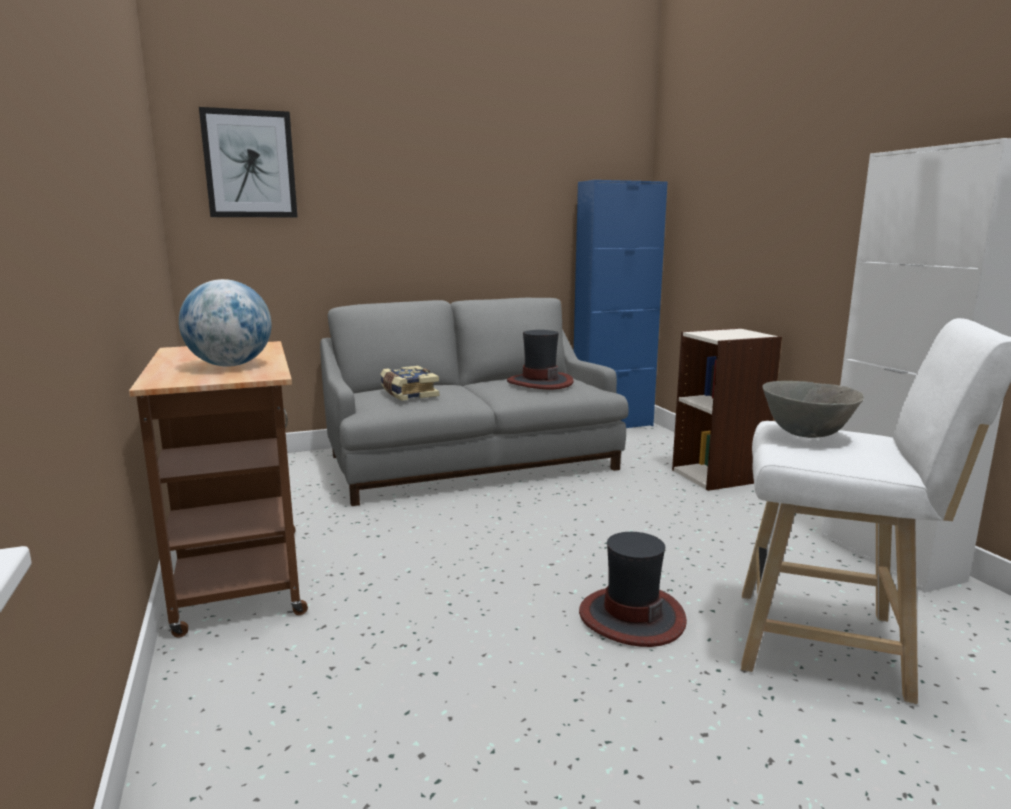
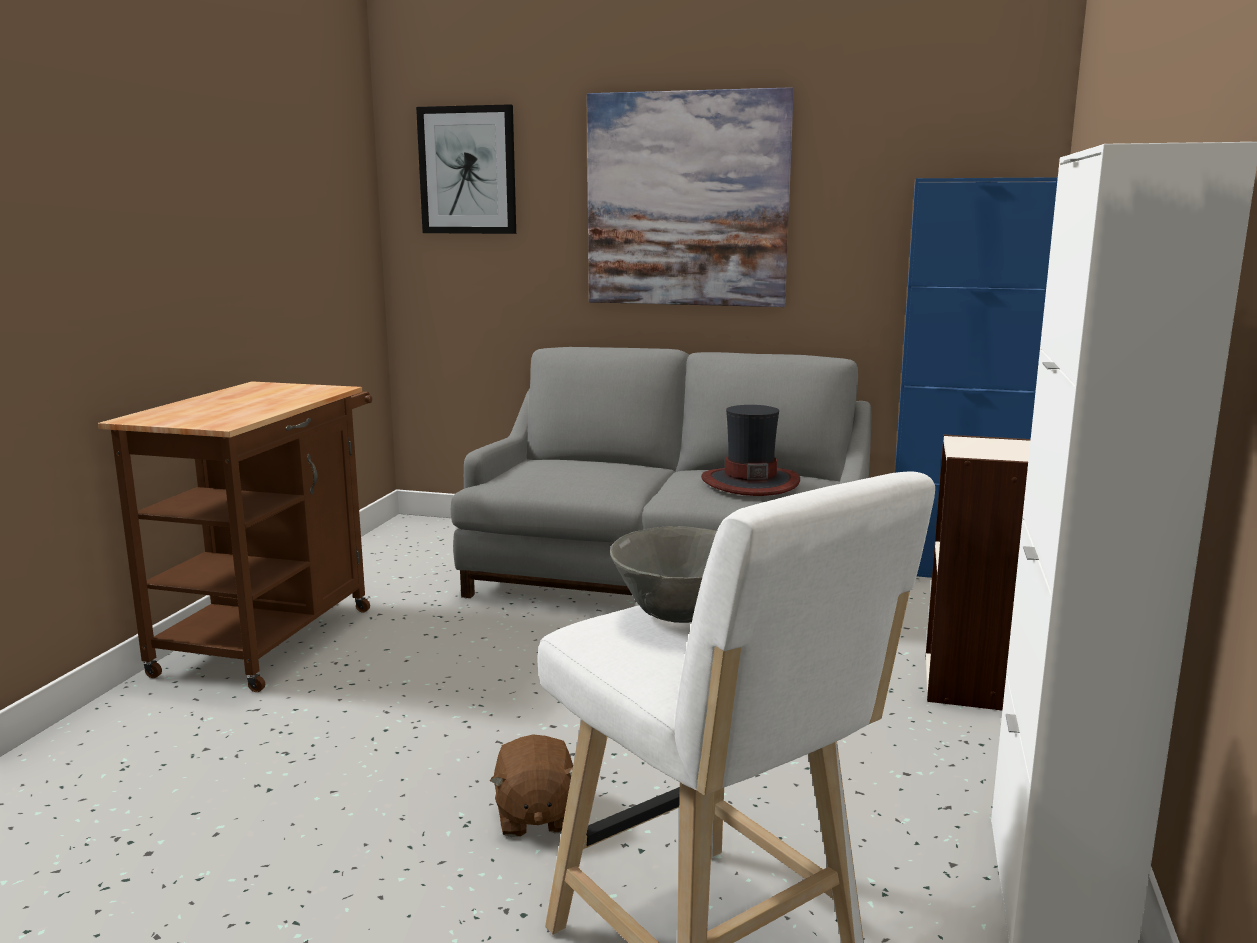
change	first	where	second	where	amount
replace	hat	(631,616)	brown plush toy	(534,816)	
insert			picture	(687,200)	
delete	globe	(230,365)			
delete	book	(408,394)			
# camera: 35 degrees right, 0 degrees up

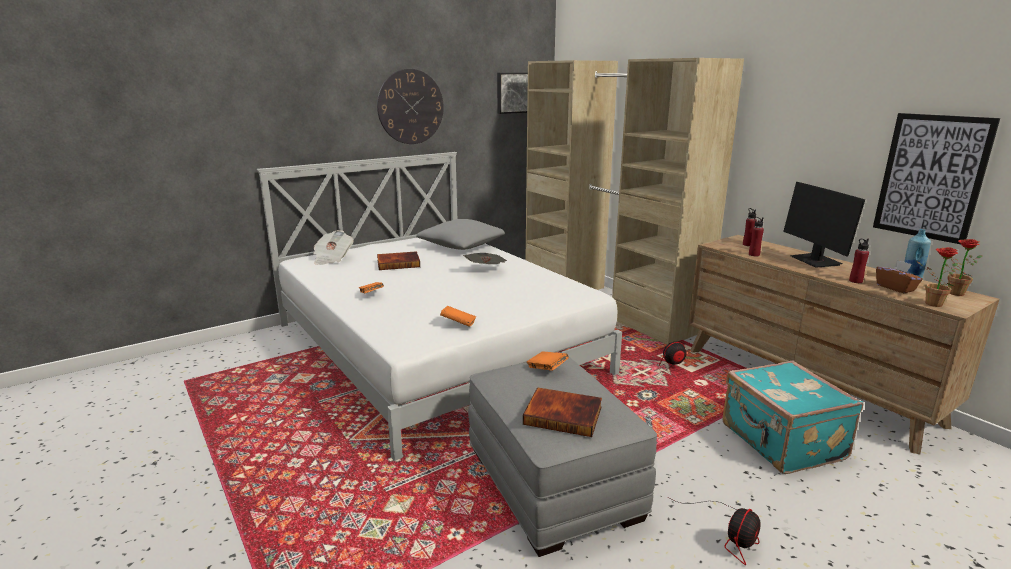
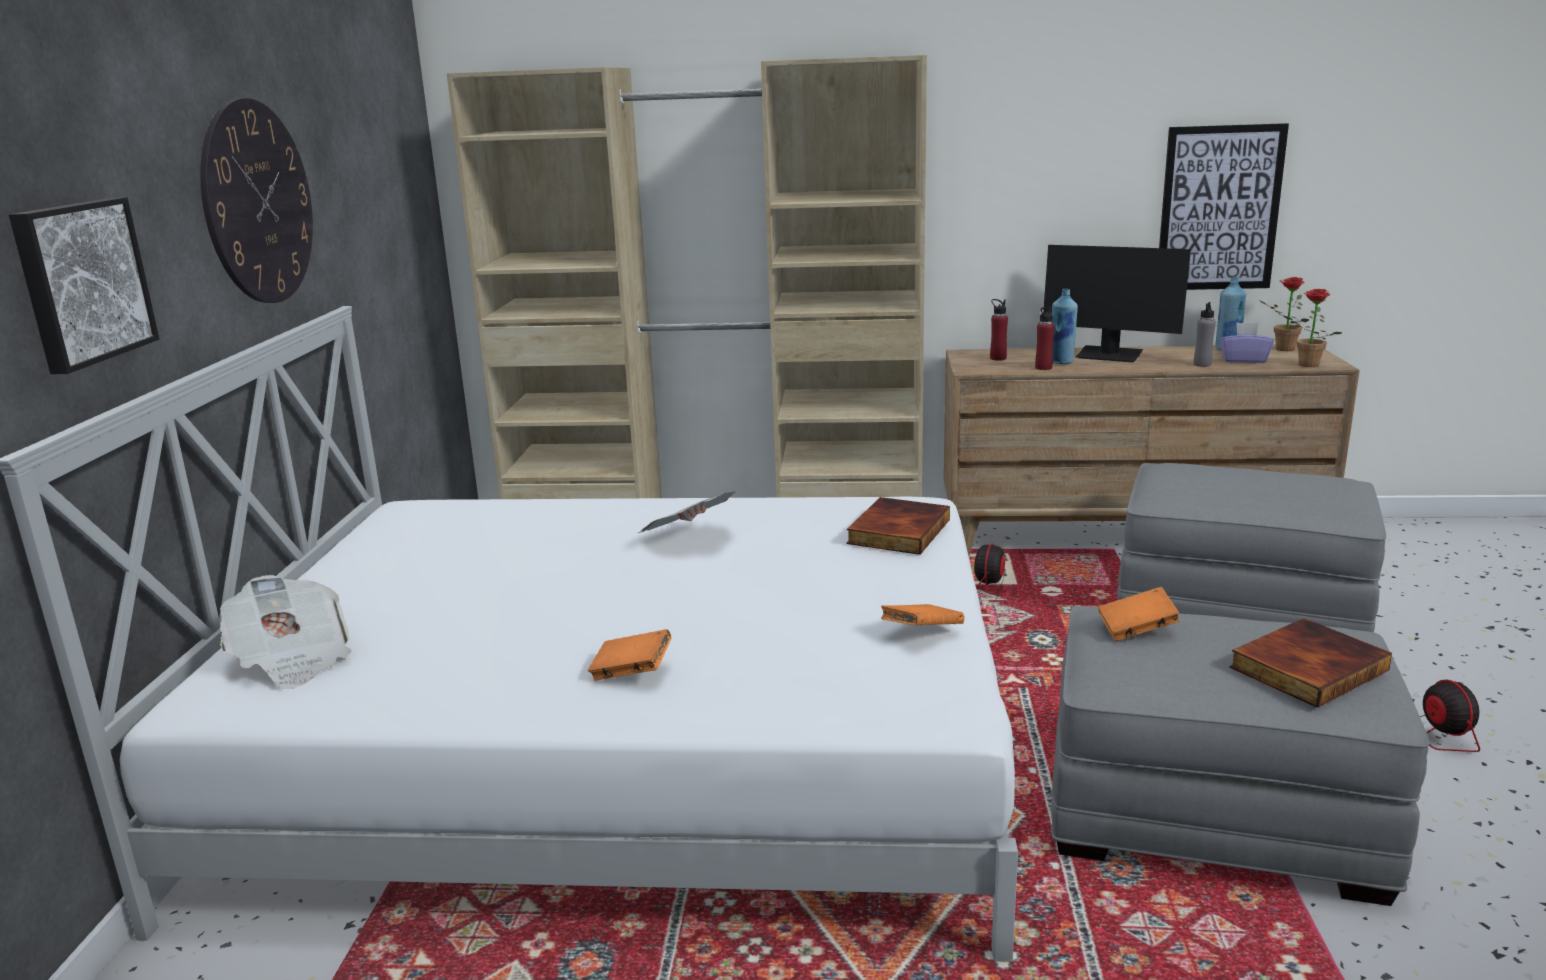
change	first	where	second	where	amount
move	picture	(513,93)		(81,282)	
move	book	(398,263)		(897,531)	
insert			blue bottle	(1061,362)	
replace	turquoise suitcase	(781,442)	grey ottoman	(1239,613)	
recolor	red bottle	(855,281)	grey bottle	(1202,364)	
recolor	brown tissue box	(895,288)	purple tissue box	(1243,360)	
delete	grey pillow	(461,246)			
# camera: 50 degrees left, 0 degrees up

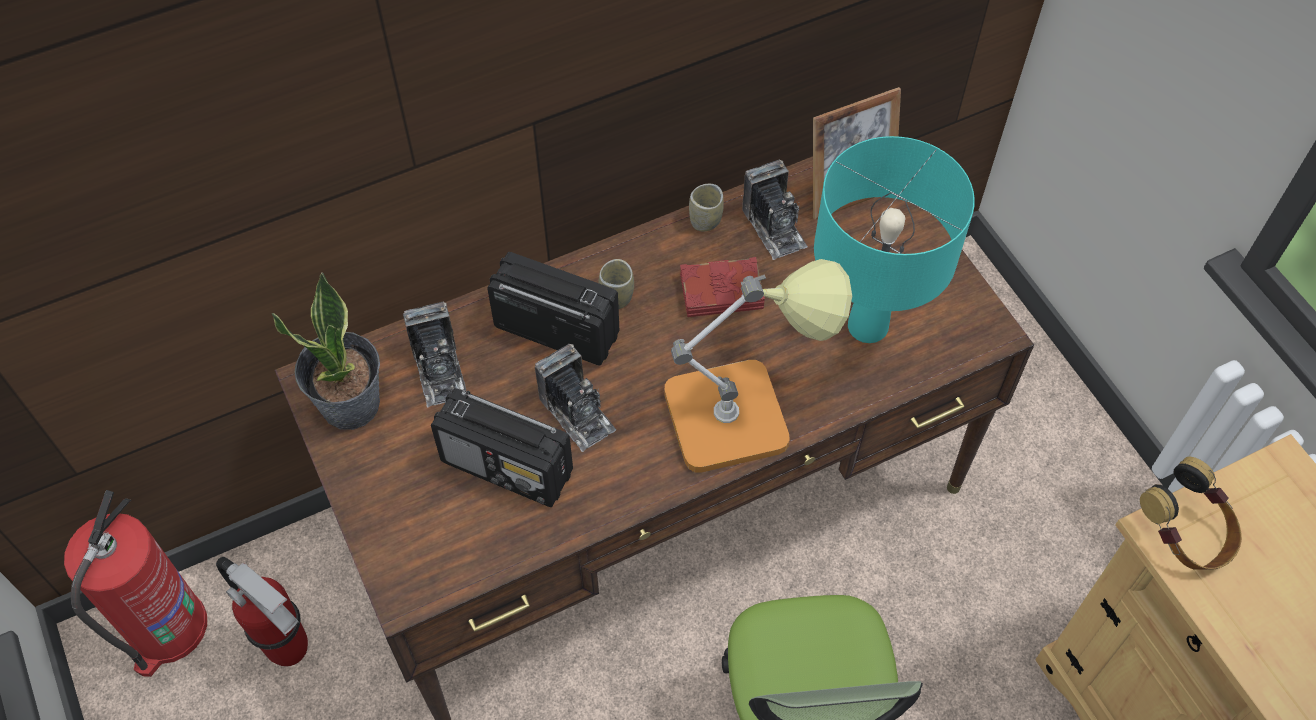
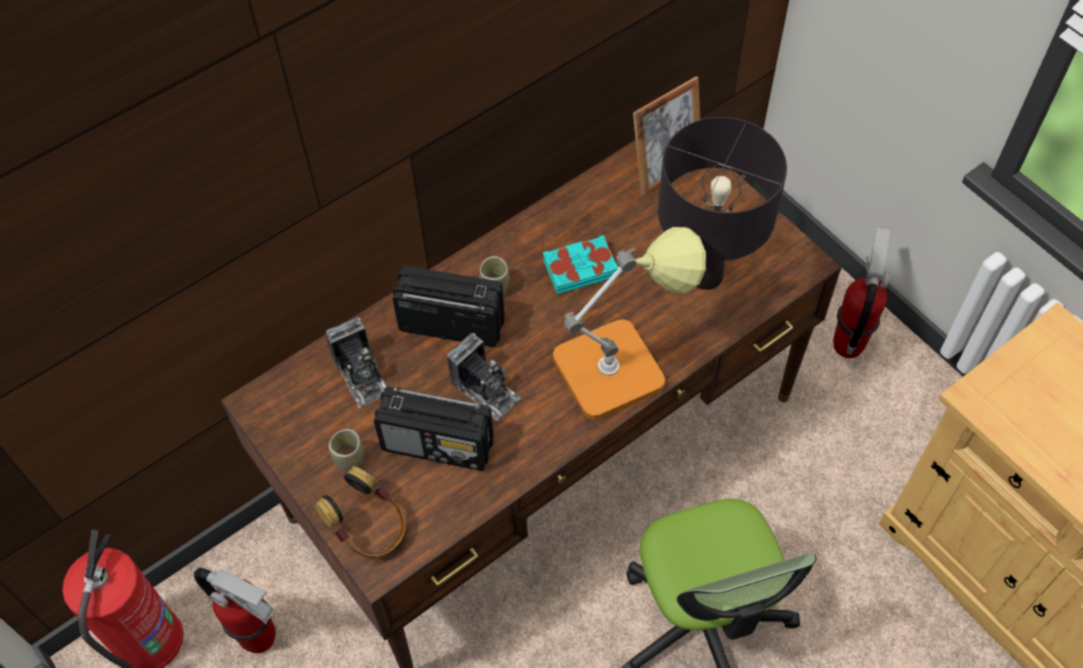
change	first	where	second	where	amount
move	headphones	(1184,535)		(369,529)	
move	cup	(705,220)		(349,460)	
recolor	red book	(721,291)	turquoise book	(580,268)	
recolor	turquoise table lamp	(867,326)	black table lamp	(705,276)	
insert			fire extinguisher	(848,344)	
delete	potted plant	(352,405)			
delete	photo camera	(774,227)			
# camera: 10 degrees left, 0 degrees up

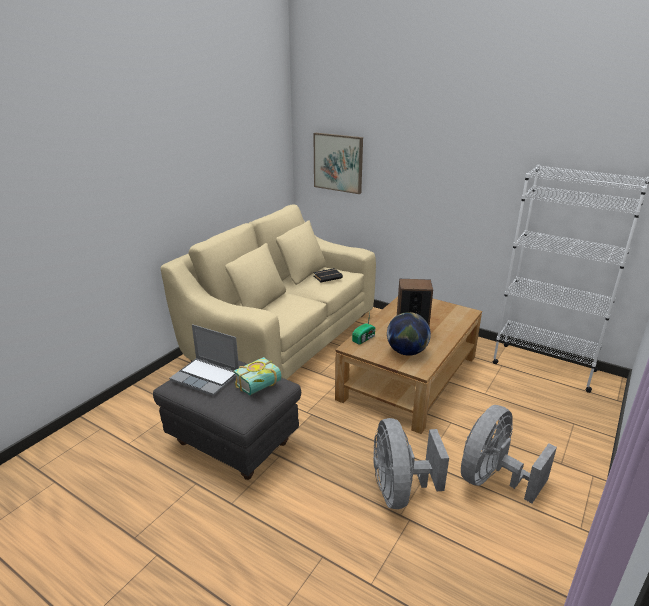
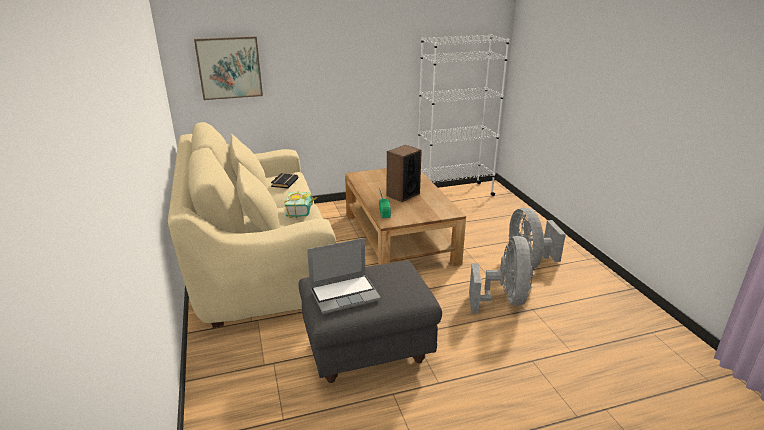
change	first	where	second	where	amount
move	book	(260,387)		(303,211)	
rotate	grey fan	(400,490)		(504,299)	120 degrees counterclockwise
delete	globe	(406,352)			
# camera: 50 degrees left, 0 degrees up

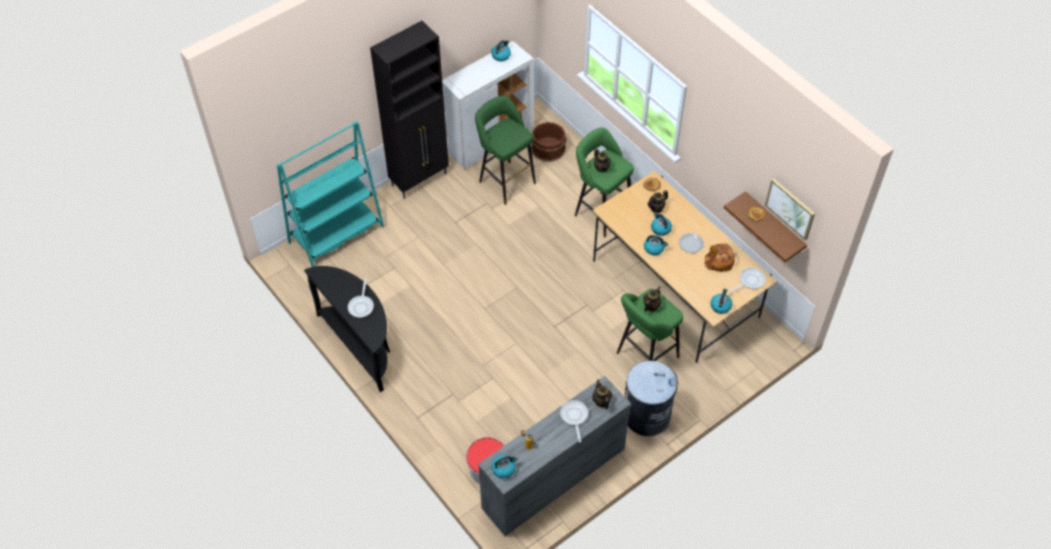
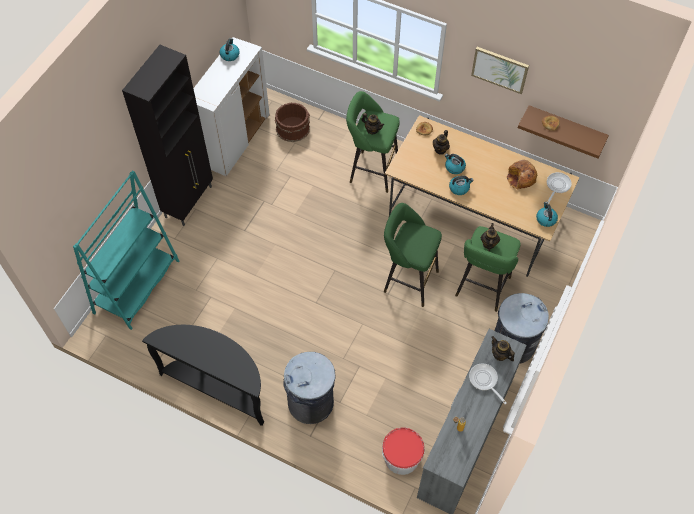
change	first	where	second	where	amount
insert			grey trash can	(311,403)	
move	green stool	(505,180)		(407,280)	
move	picture	(790,208)		(500,69)	
delete	frying pan	(361,306)			
delete	kettle	(504,468)			
delete	plate	(691,243)			
# camera: 25 degrees left, 5 degrees up

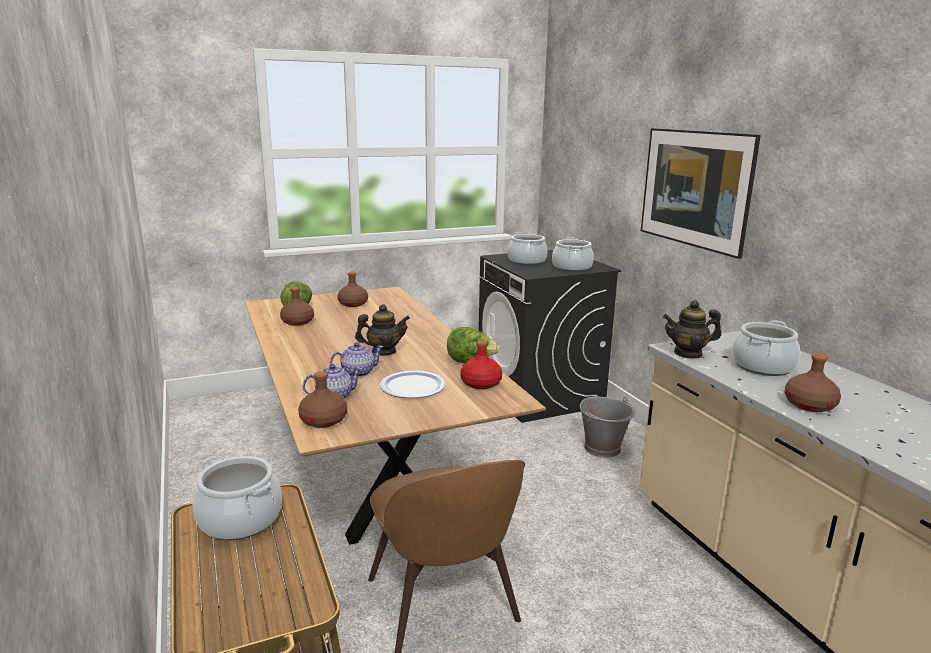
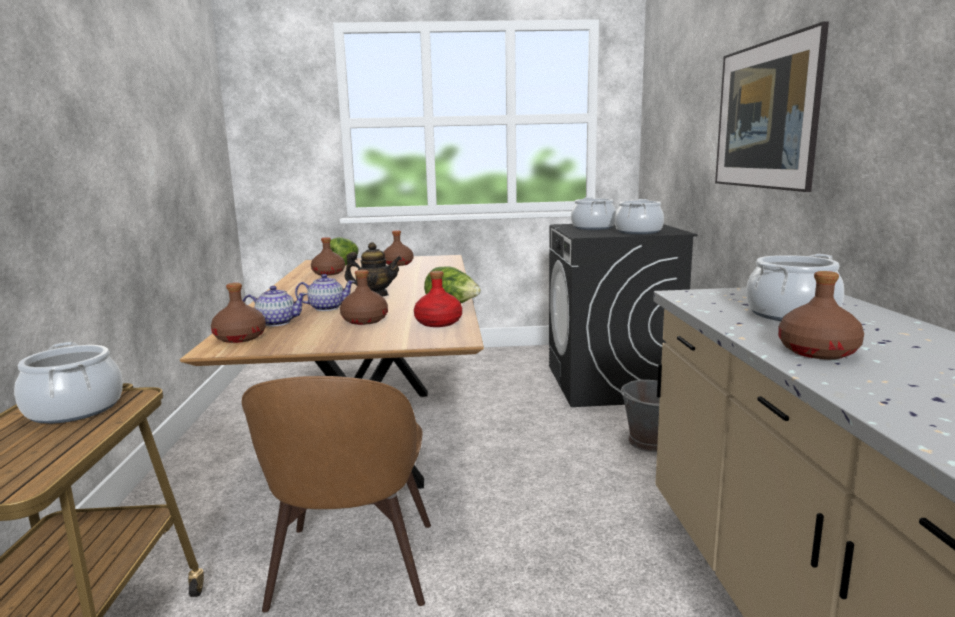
change	first	where	second	where	amount
replace	plate	(412,386)	brown bottle	(364,320)	
delete	teapot	(688,353)			
# camera: 20 degrees right, 5 degrees down

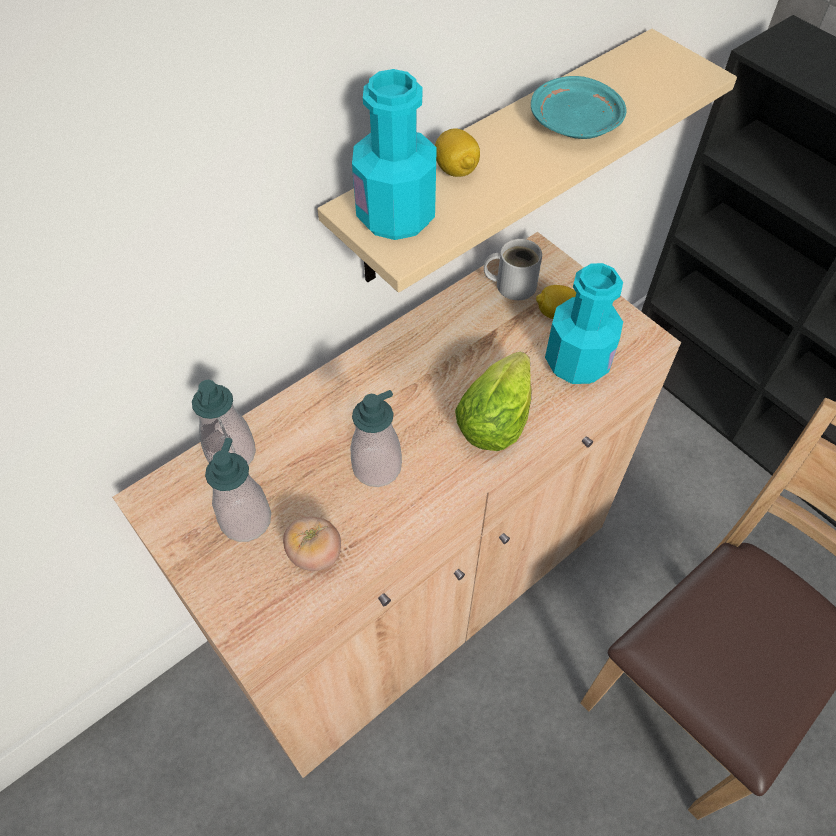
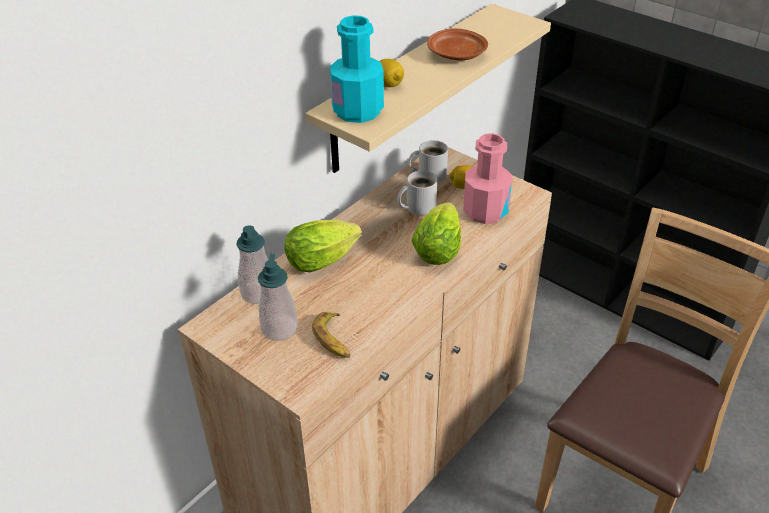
change	first	where	second	where	amount
insert			lettuce	(325,259)	
replace	tomato	(315,553)	banana	(334,340)	
insert			white mug	(418,206)	
recolor	turquoise plate	(575,124)	brown plate	(457,55)	
recolor	turquoise bottle	(577,362)	pink bottle	(485,211)	
delete	soap dispenser	(377,467)			
# camera: 10 degrees left, 15 degrees down

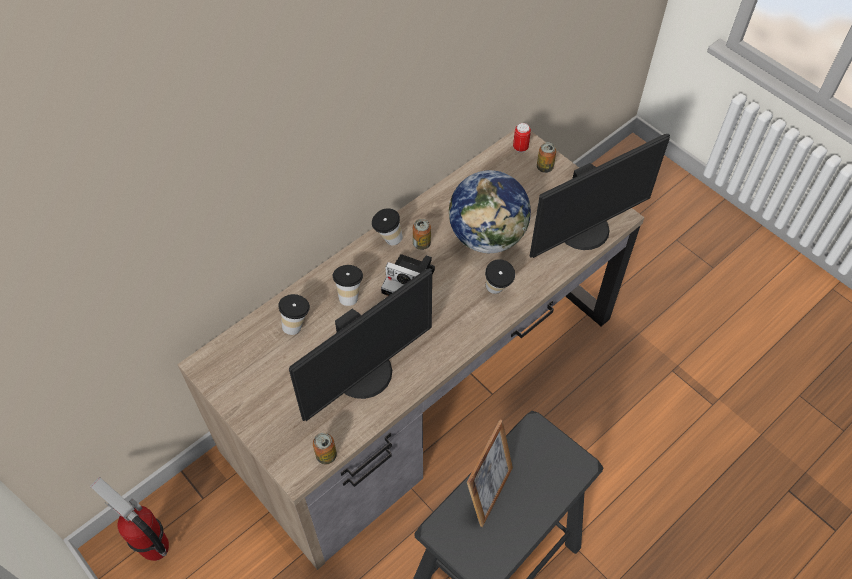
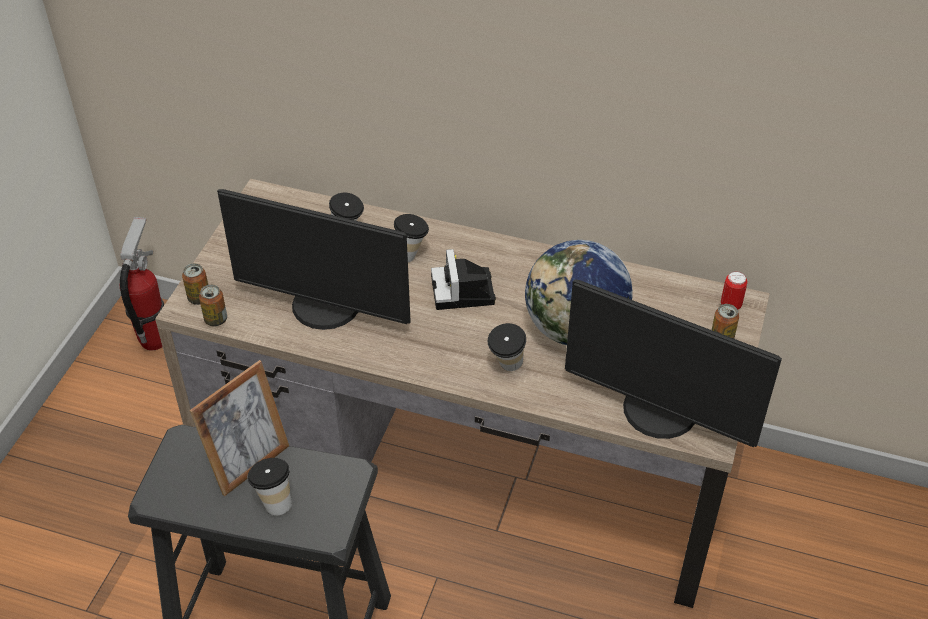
change	first	where	second	where	amount
move	can	(421,243)		(199,298)	
rotate	picture frame	(488,492)		(249,464)	45 degrees counterclockwise
move	cup	(387,240)		(274,501)	
# camera: 60 degrees right, 10 degrees down

